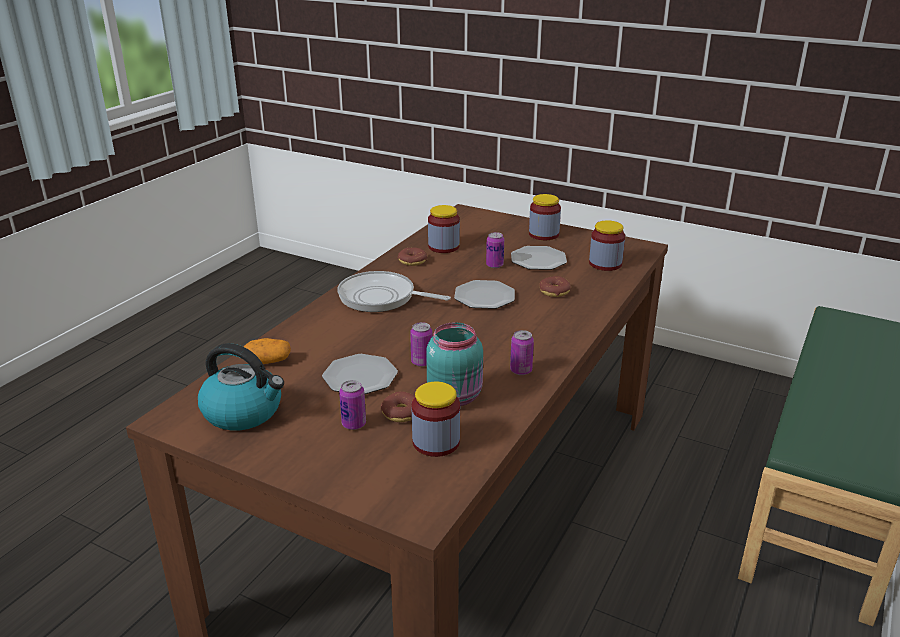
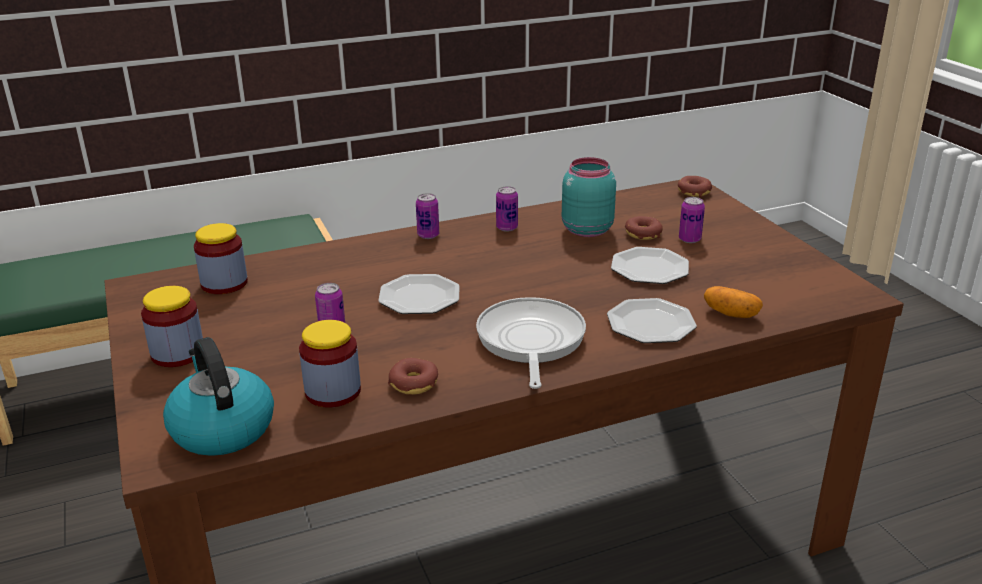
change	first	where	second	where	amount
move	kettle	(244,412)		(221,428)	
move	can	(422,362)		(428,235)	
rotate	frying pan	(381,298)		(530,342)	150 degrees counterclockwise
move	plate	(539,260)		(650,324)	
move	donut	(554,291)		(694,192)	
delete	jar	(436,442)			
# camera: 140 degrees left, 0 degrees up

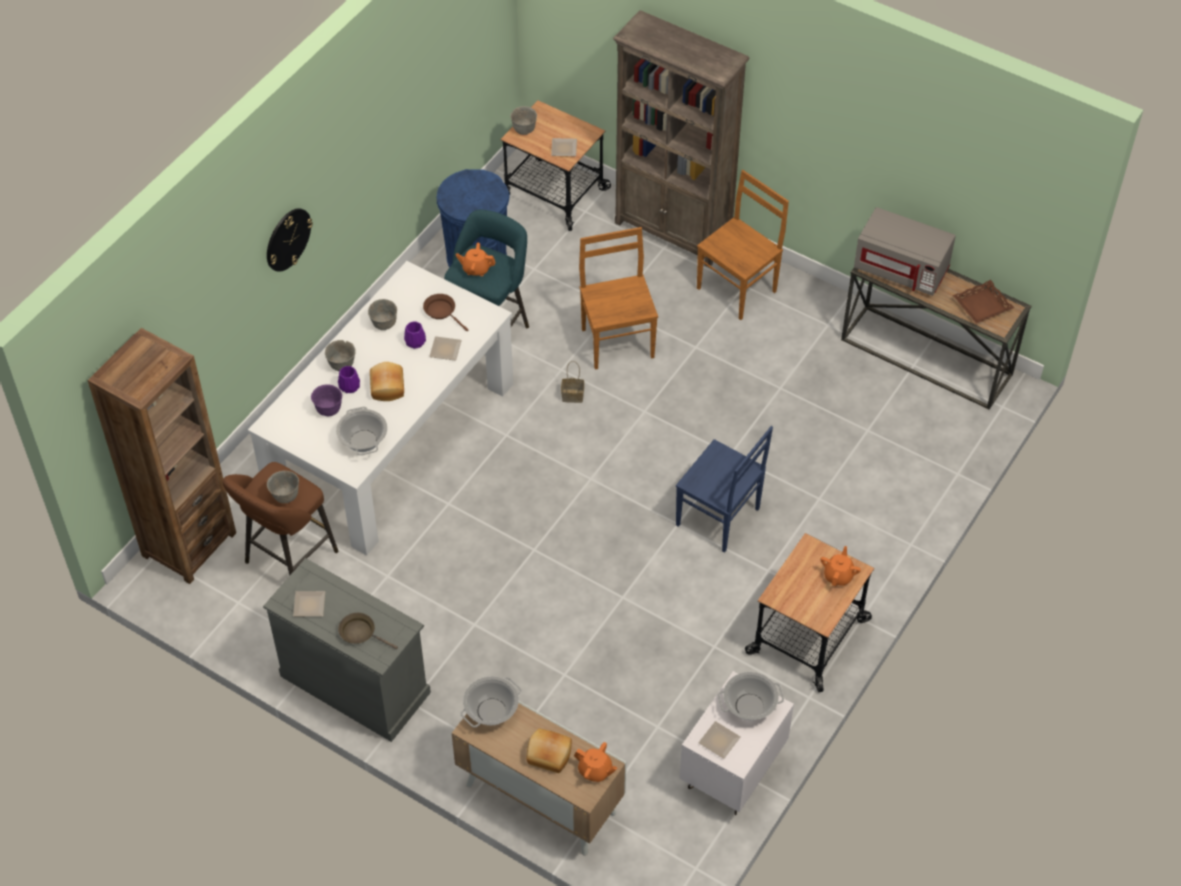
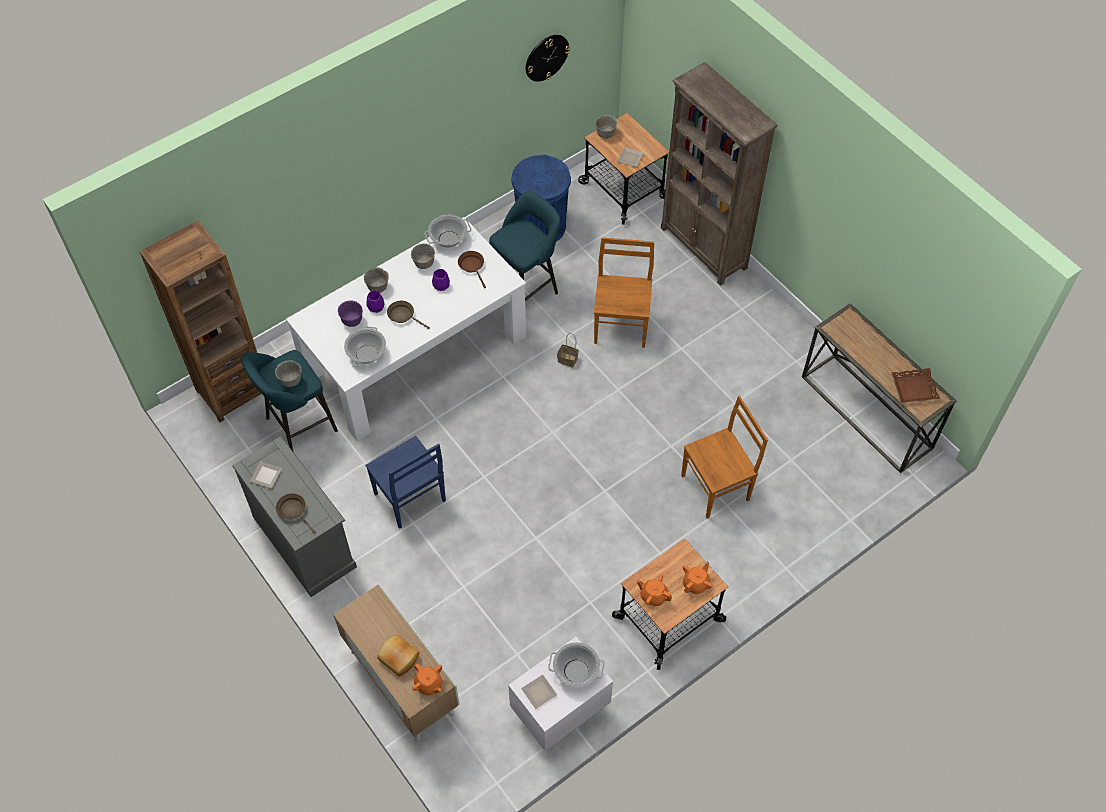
change	first	where	second	where	amount
recolor	brown stool	(288,560)	turquoise stool	(298,426)	
move	blue chair	(720,518)		(411,499)	
replace	bread	(386,387)	brown frying pan	(403,315)	
move	cooking pot	(491,711)		(448,239)	
move	wall clock	(287,239)		(546,57)	
move	orange teapot	(476,269)		(653,596)	
move	brown chair	(738,289)		(717,487)	
delete	plate	(446,349)			
delete	grey microwave	(901,269)			
# camera: 20 degrees right, 5 degrees up

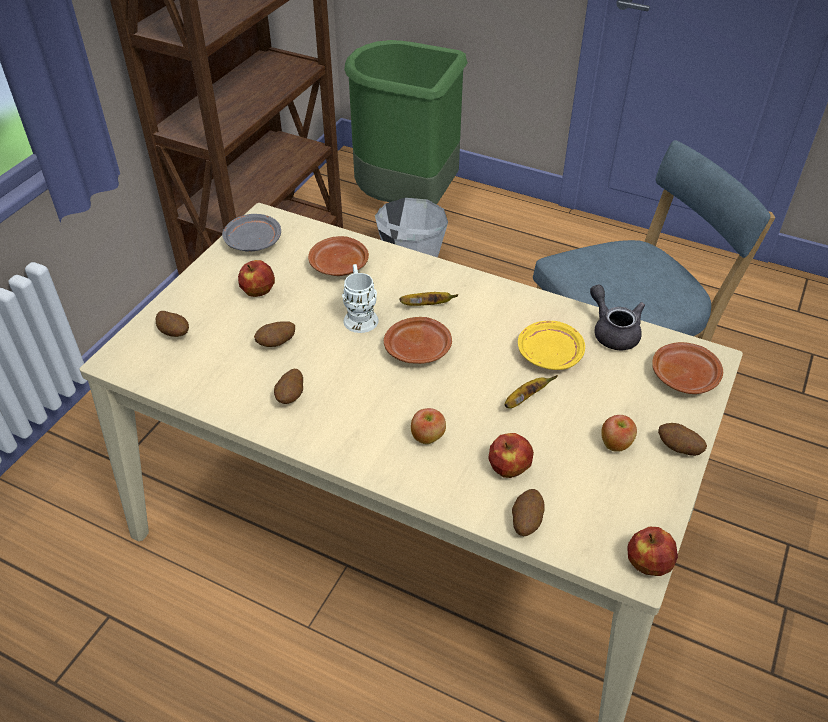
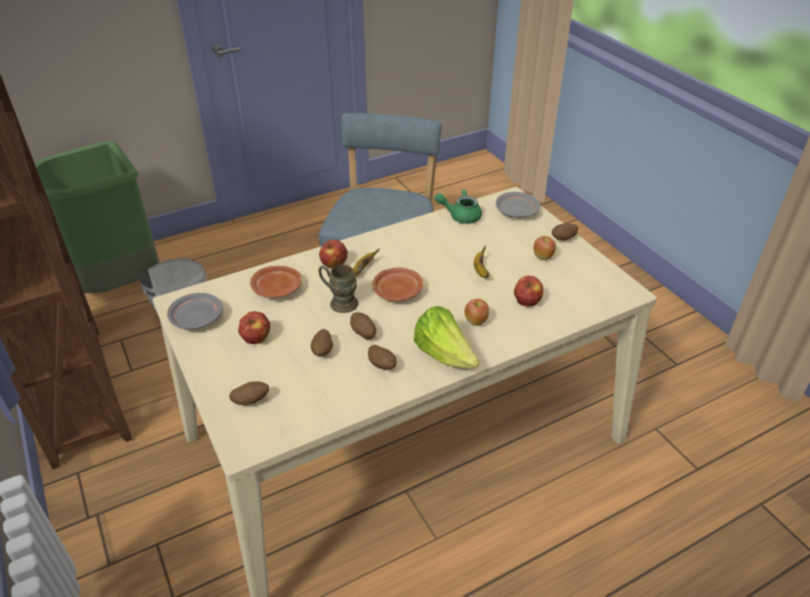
change	first	where	second	where	amount
move	apple	(648,564)		(334,264)	
recolor	white mug	(360,316)	brown mug	(339,302)	
move	potato	(526,521)		(363,333)	
insert			lettuce	(444,355)	
recolor	grey teapot	(613,331)	green teapot	(460,216)	
recolor	brown plate	(684,376)	grey plate	(516,211)	
delete	yellow plate	(549,353)			
# camera: 55 degrees left, 5 degrees down

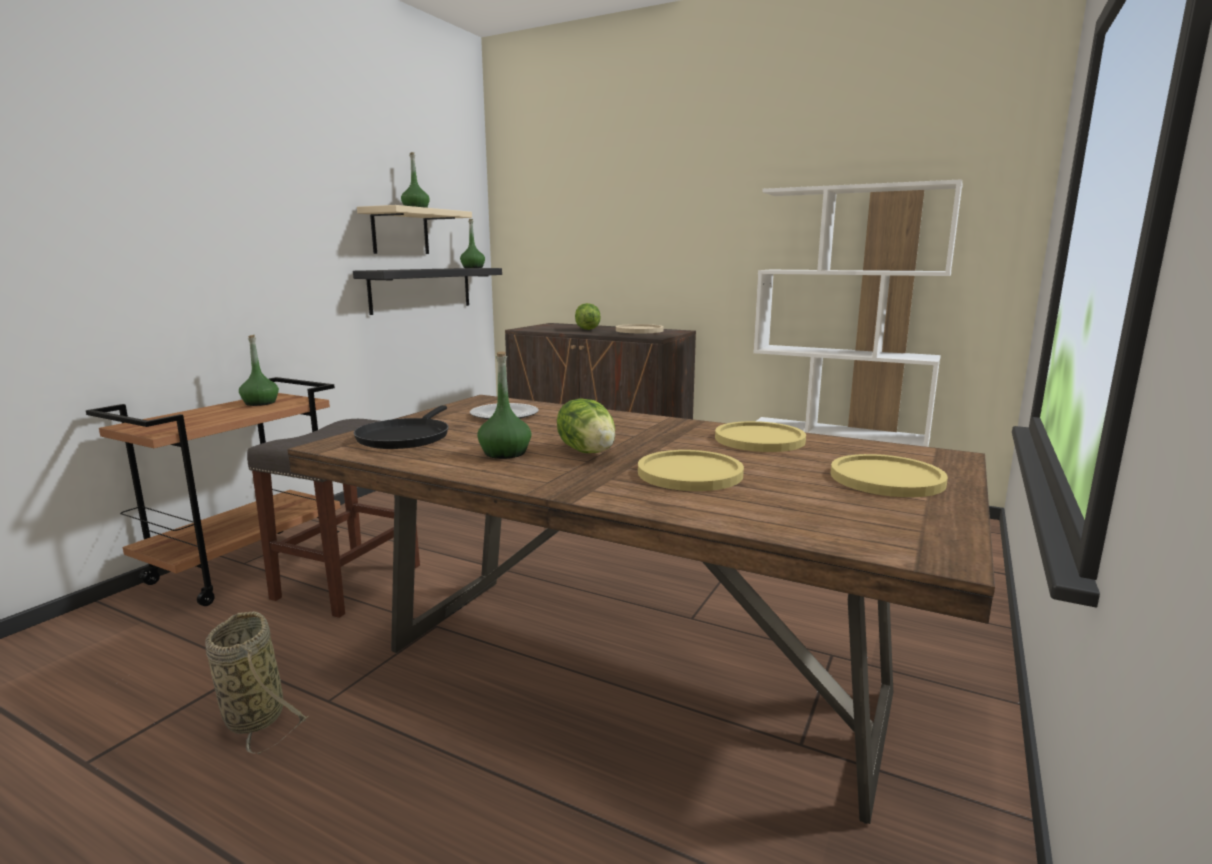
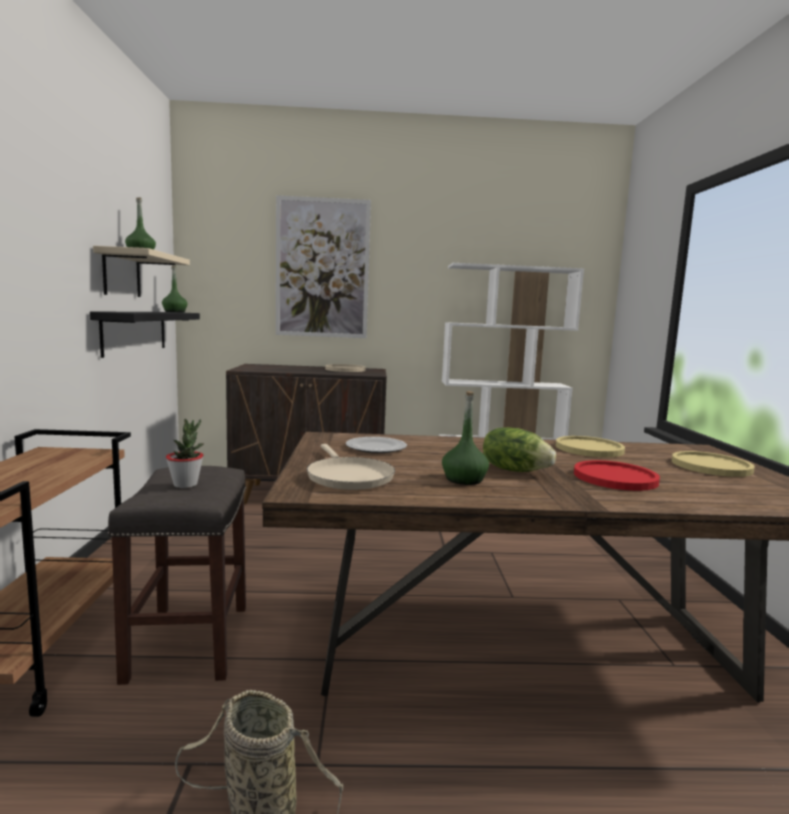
change	first	where	second	where	amount
insert			potted plant	(185,484)	
insert			picture	(322,268)	
recolor	black frying pan	(406,437)	beige frying pan	(348,476)	
recolor	yellow plate	(690,473)	red plate	(615,477)	
delete	green bottle	(260,403)			
delete	lettuce	(587,329)			
# camera: 30 degrees left, 5 degrees down

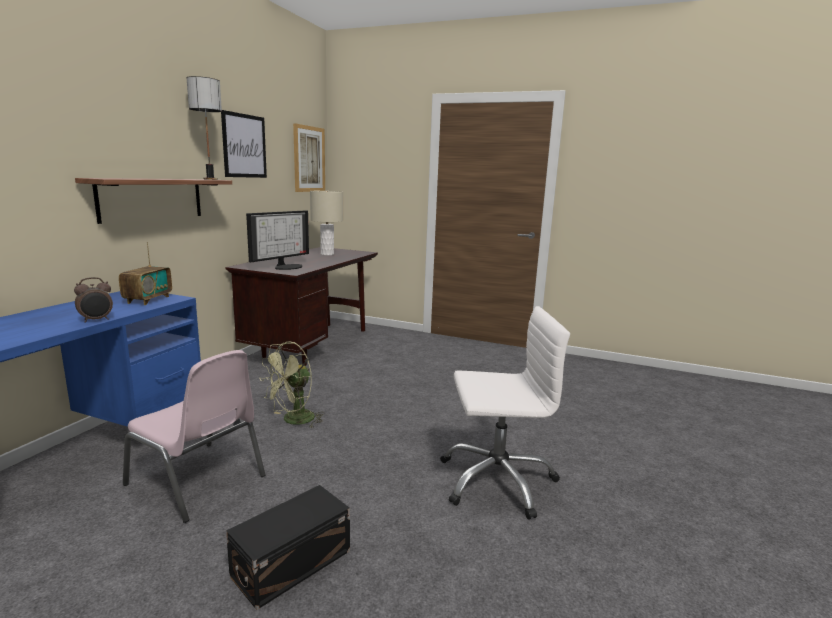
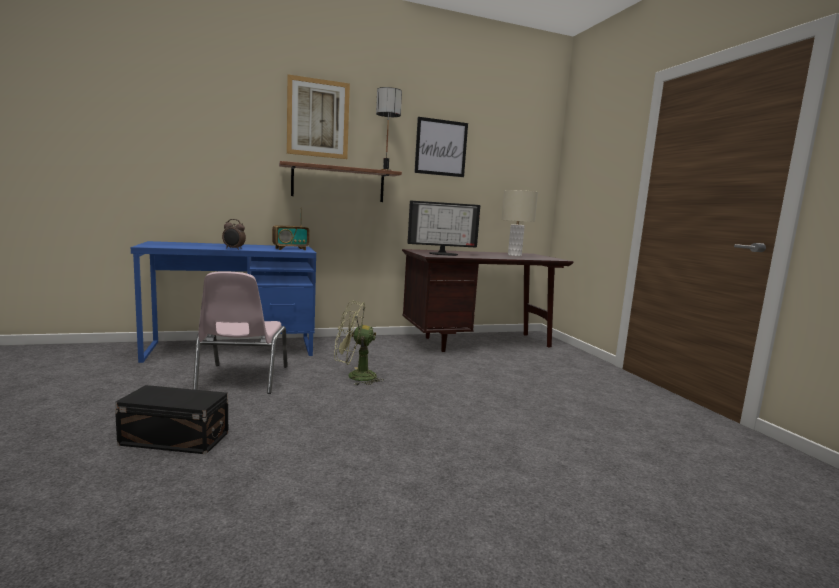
change	first	where	second	where	amount
move	picture	(309,159)		(318,118)	
delete	white office chair	(496,480)			
# camera: 50 degrees right, 5 degrees down

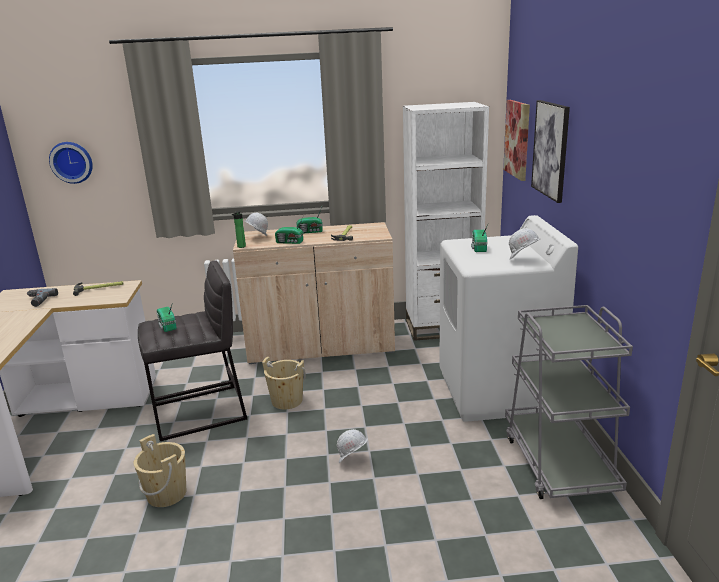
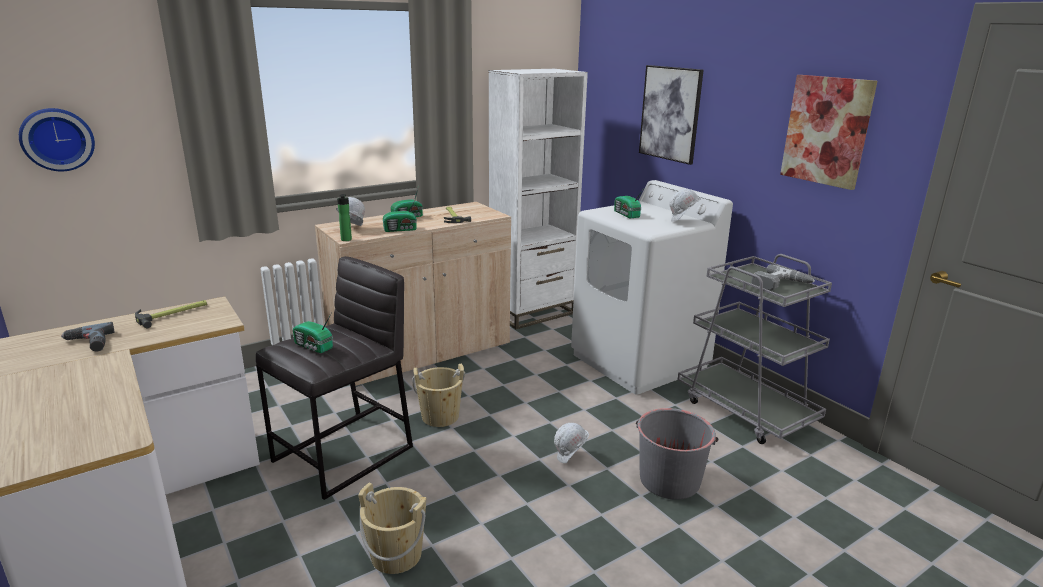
change	first	where	second	where	amount
insert			grey bucket	(669,480)	
insert			power drill	(781,285)	
move	picture	(517,139)		(826,131)	
# camera: 30 degrees left, 0 degrees up

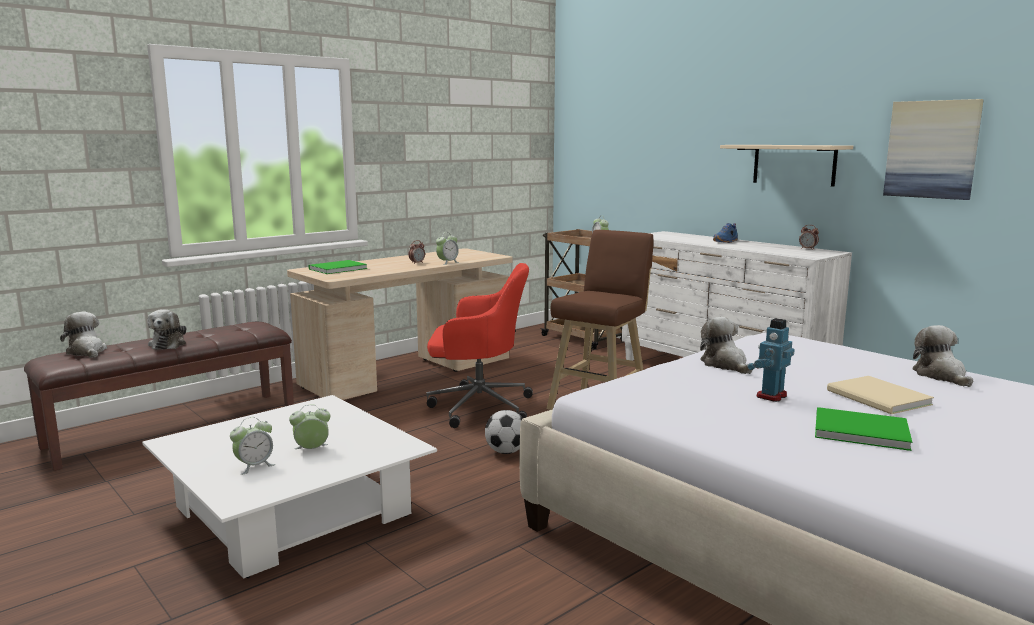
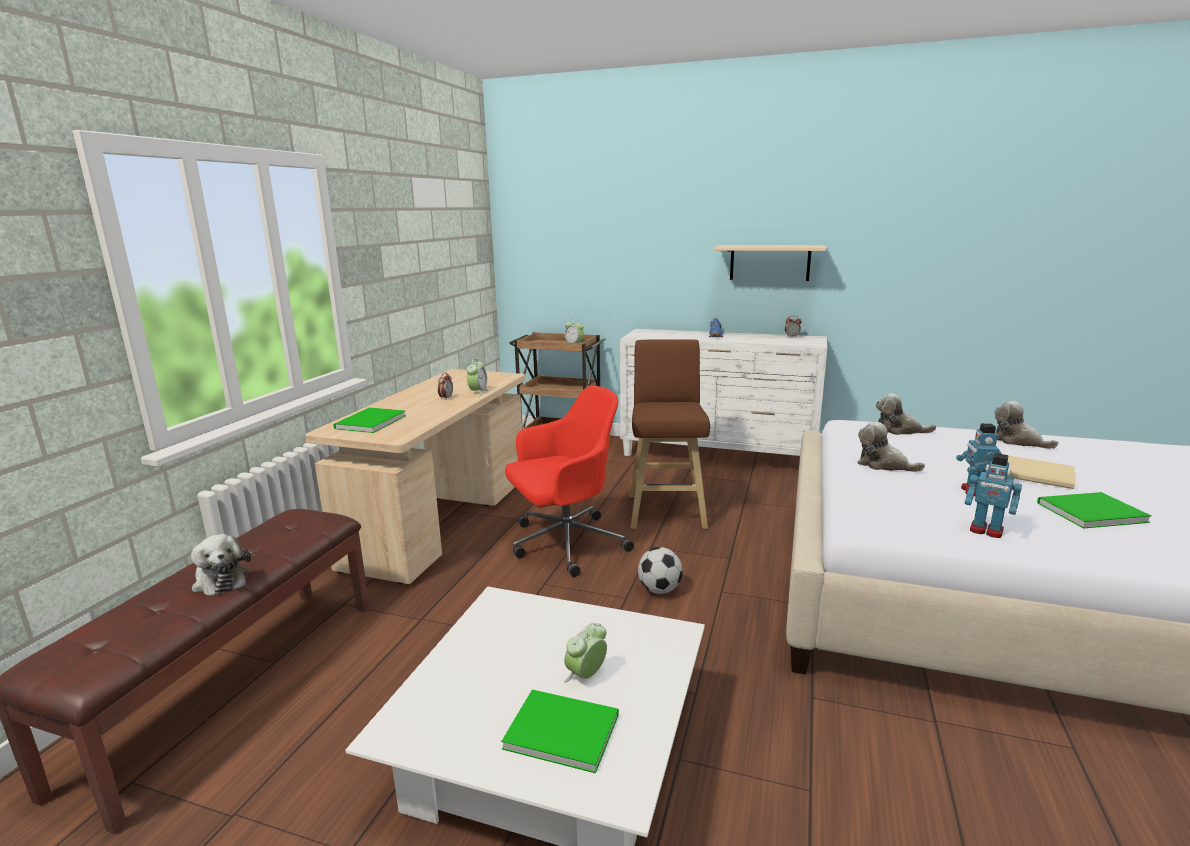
change	first	where	second	where	amount
replace	alarm clock	(254,466)	green book	(560,729)	
move	plush toy	(87,352)		(899,430)	
insert			toy robot	(986,531)	
delete	picture	(932,149)			
# camera: 30 degrees left, 5 degrees up

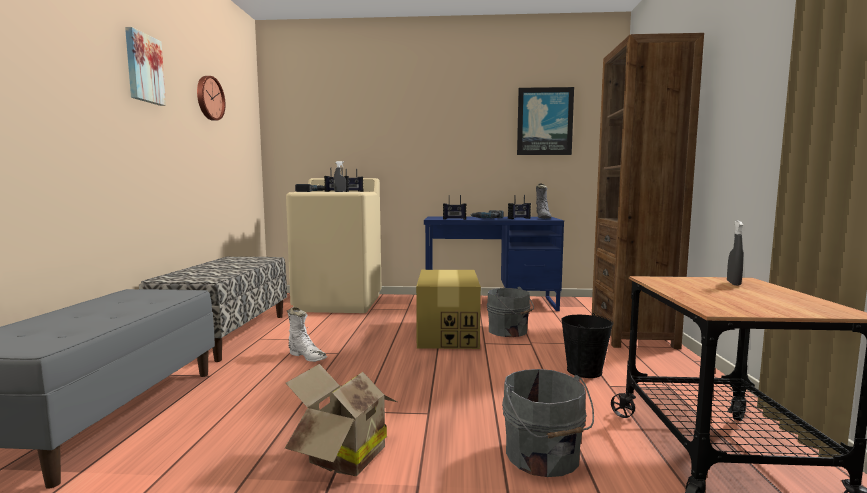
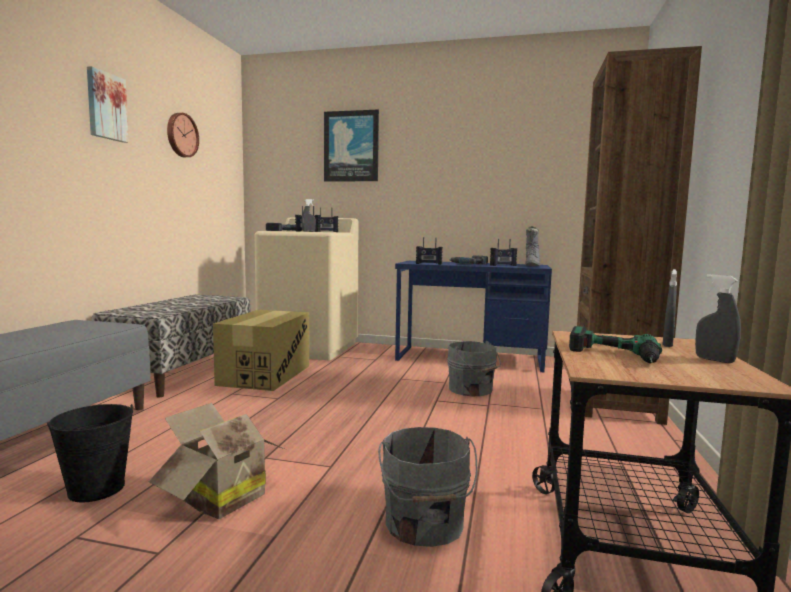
change	first	where	second	where	amount
move	black bucket	(584,371)		(96,489)	
move	cardboard box	(447,333)		(265,375)	
move	picture	(544,121)		(351,146)	
insert			power drill	(613,356)	
insert			grey spray bottle	(714,360)	
delete	white boot	(307,357)			
# camera: 10 degrees right, 0 degrees up

